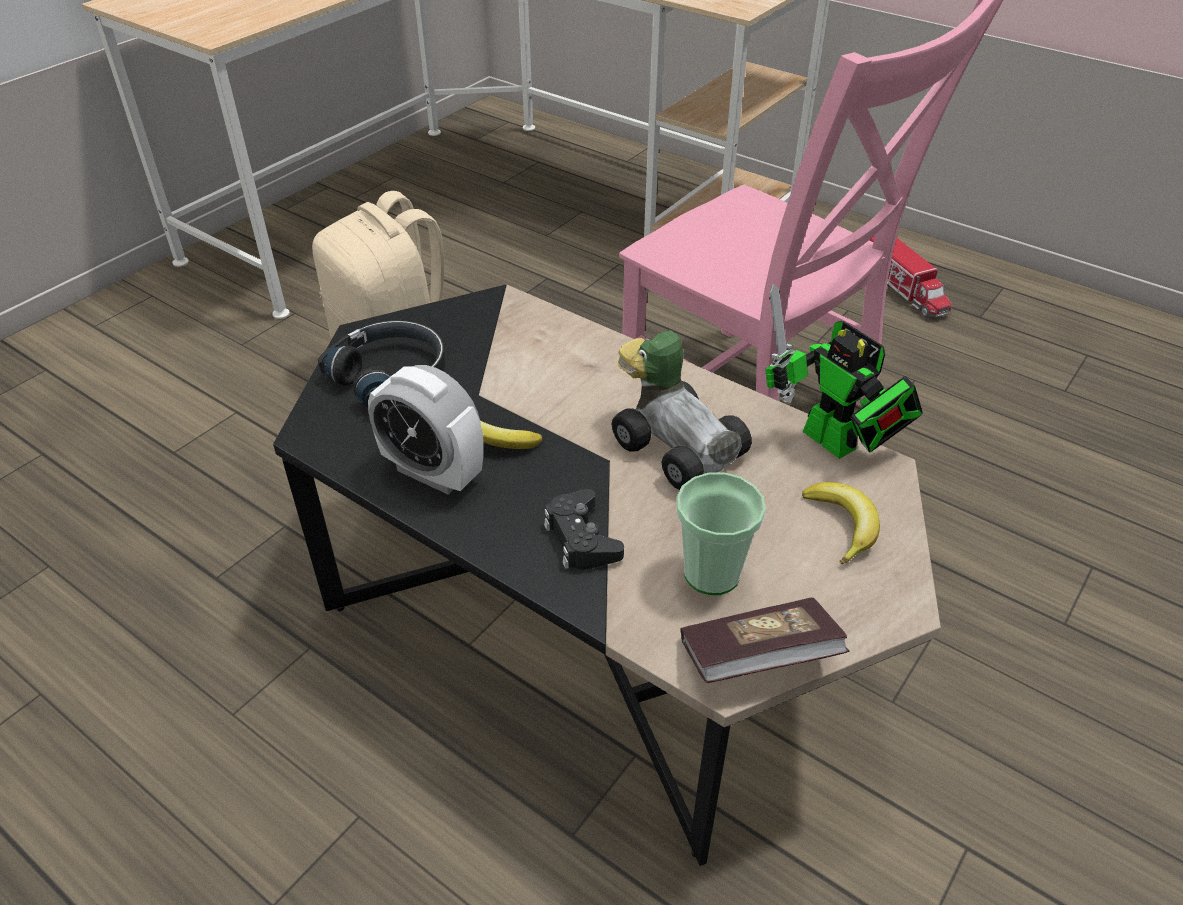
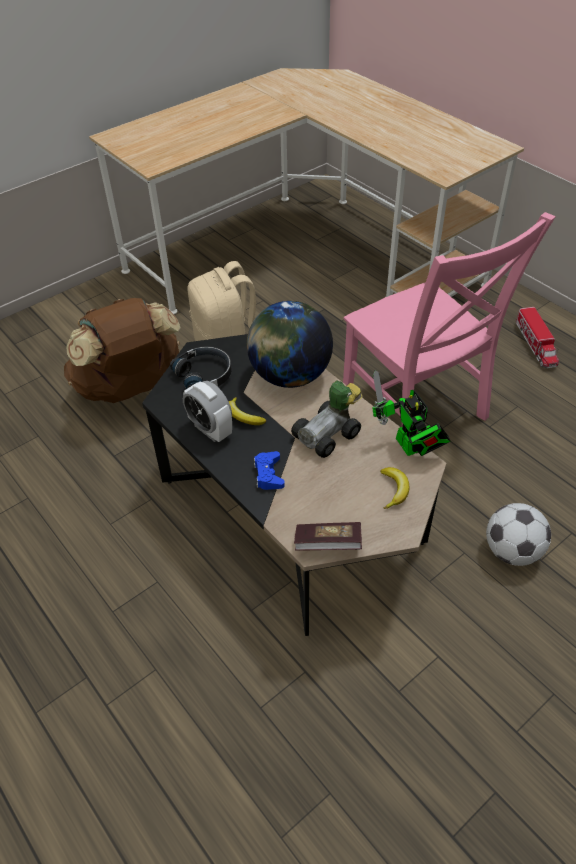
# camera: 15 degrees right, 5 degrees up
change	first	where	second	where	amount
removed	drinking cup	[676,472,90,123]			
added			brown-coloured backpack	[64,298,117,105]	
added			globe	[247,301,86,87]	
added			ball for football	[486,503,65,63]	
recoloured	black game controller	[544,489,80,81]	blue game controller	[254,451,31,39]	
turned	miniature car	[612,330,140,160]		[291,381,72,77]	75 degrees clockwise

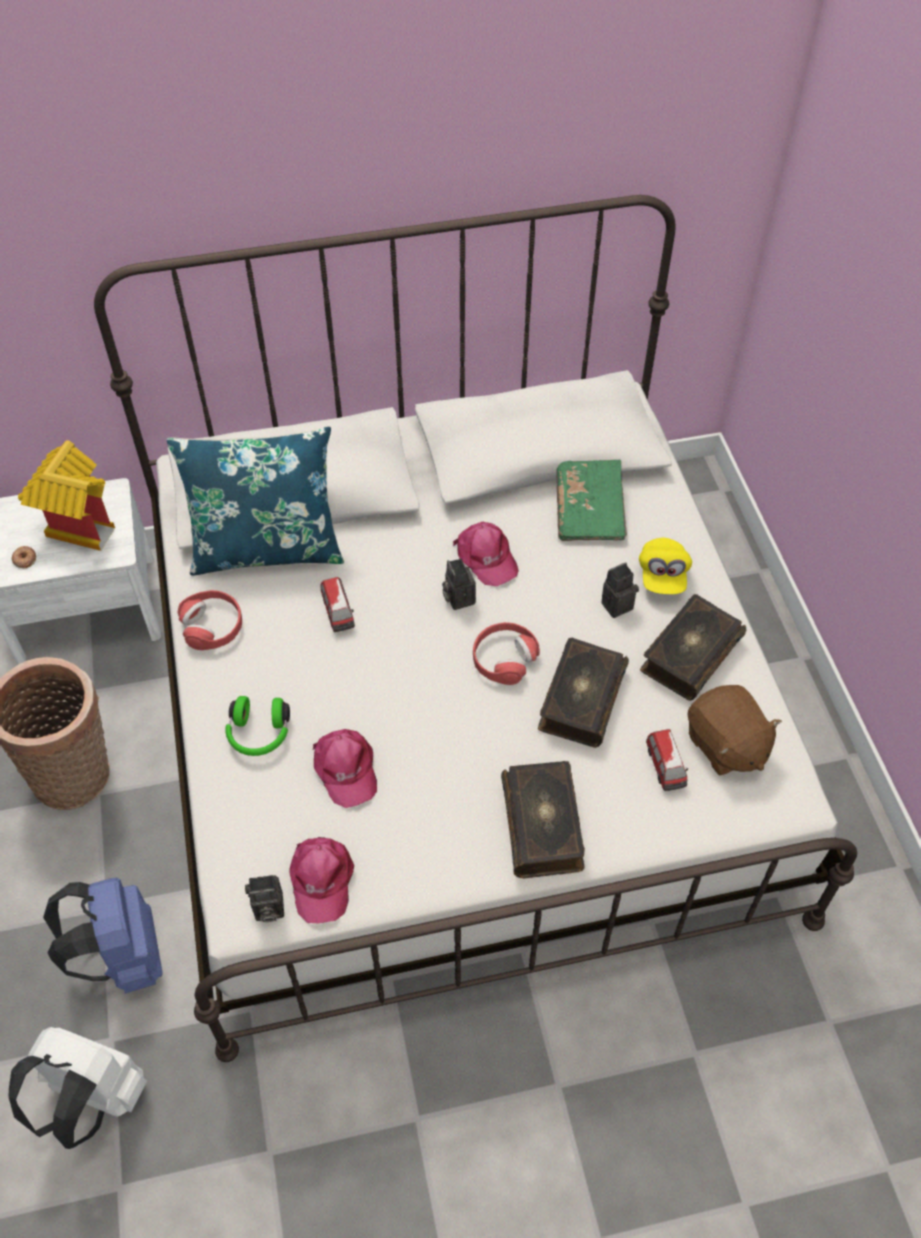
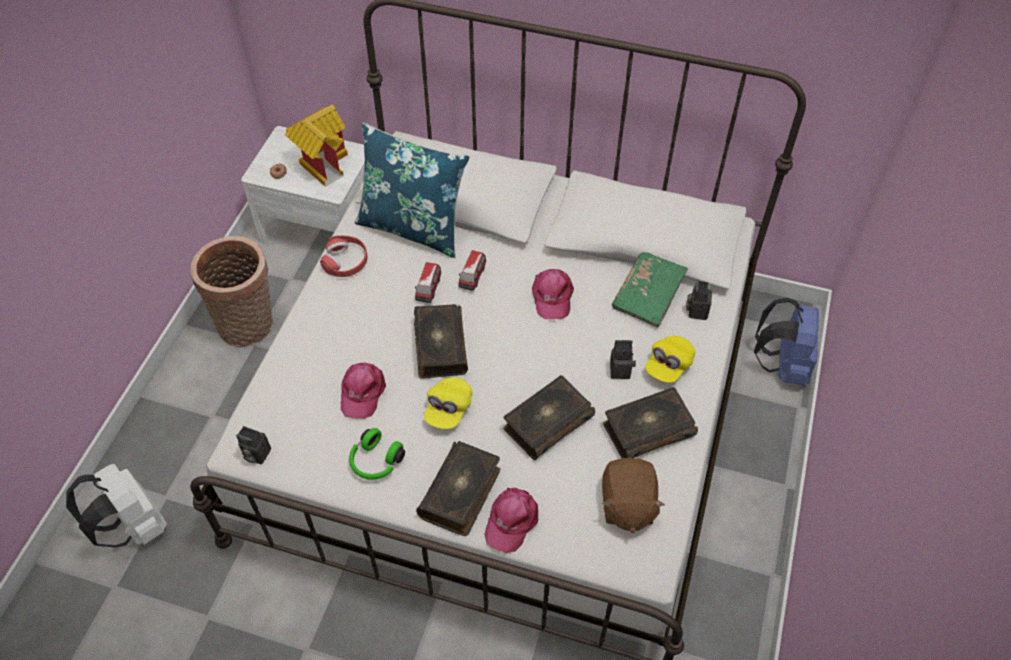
# camera: 30 degrees right, 0 degrees up
change	first	where	second	where	amount
removed	reddish headphones	[473,622,67,63]			
added			book	[414,304,54,75]	
added			yellow baseball cap	[424,377,48,52]	
moved	blue backpack	[43,878,120,116]		[754,298,65,88]	
moved	greenish headphones	[225,696,65,60]		[349,428,56,52]	
moved	pinkish baseball cap	[290,837,64,87]		[484,488,54,65]	
moved	photo camera	[442,558,34,52]		[686,279,26,41]	
moved	miniature car	[646,729,42,62]		[458,250,28,41]	

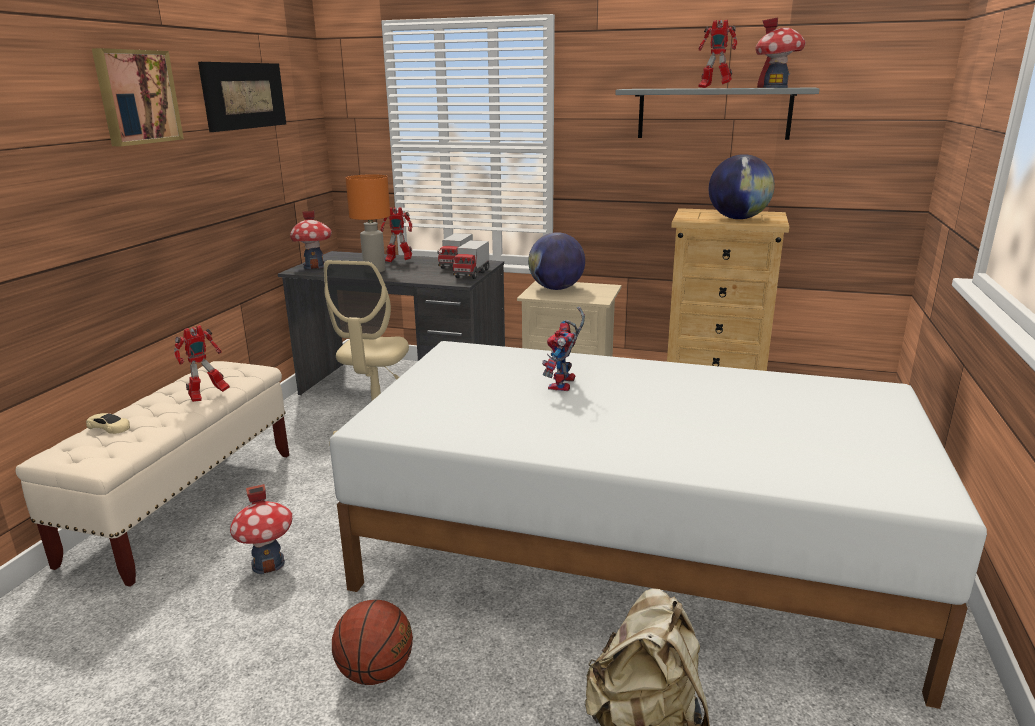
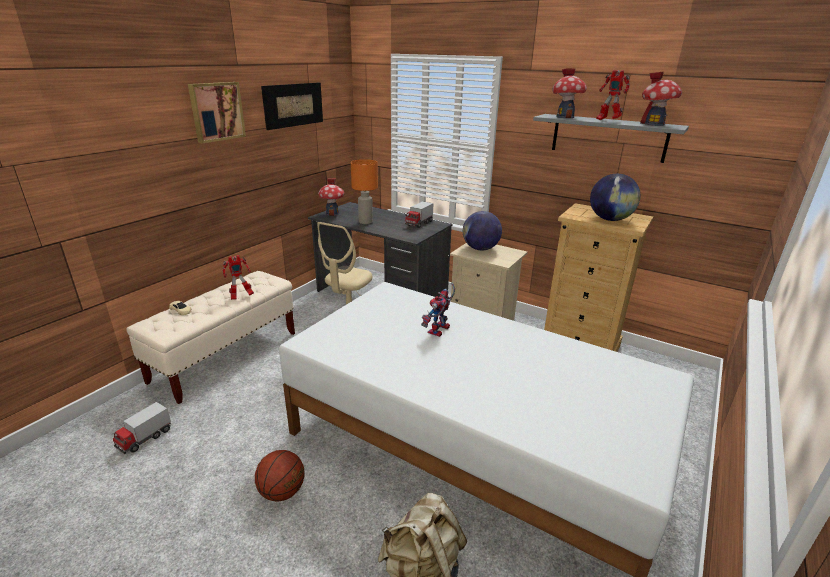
# camera: 15 degrees right, 5 degrees up
change	first	where	second	where	amount
removed	robot figure	[380,207,32,55]			
moved	toy house	[230,484,63,90]		[552,68,35,50]	
moved	model truck	[452,240,37,39]		[113,402,58,52]	

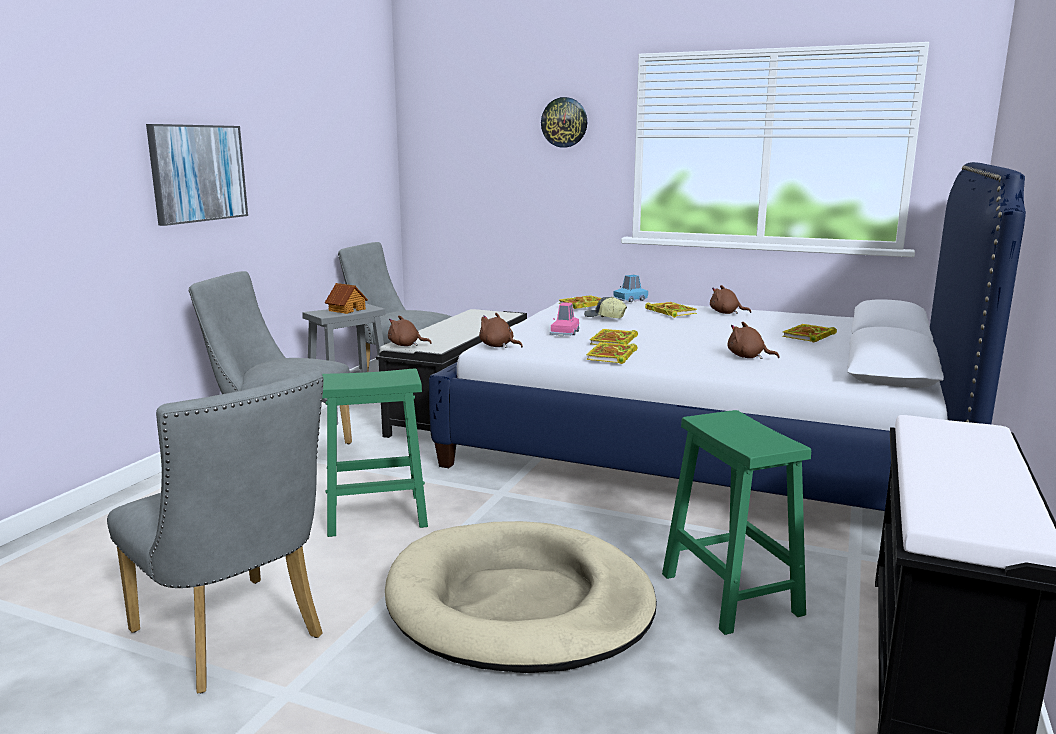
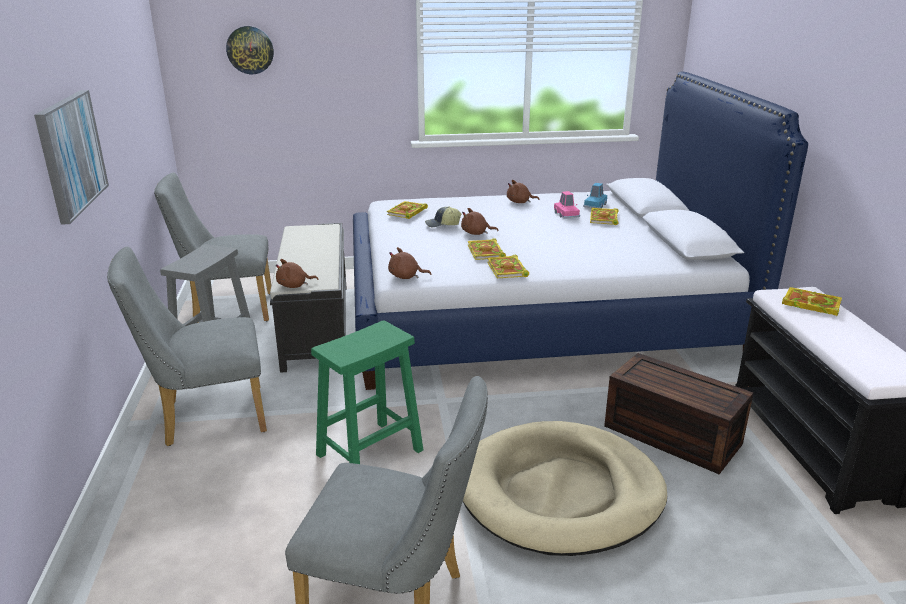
# camera: 30 degrees left, 10 degrees up
change	first	where	second	where	amount
removed	toy house	[325,283,43,31]			
moved	clock on the wall	[541,97,46,50]		[226,26,48,48]	
moved	pinkish miniature car	[550,302,29,34]		[554,191,26,28]	
moved	blue miniature car	[613,275,35,27]		[583,183,24,26]	
moved	book	[645,302,52,16]		[782,287,60,29]	
moved	brown-coloured plush toy	[728,322,52,37]		[461,208,37,27]	
replaced	greenish stool	[662,410,149,225]	brown-coloured storage box	[604,353,149,121]	

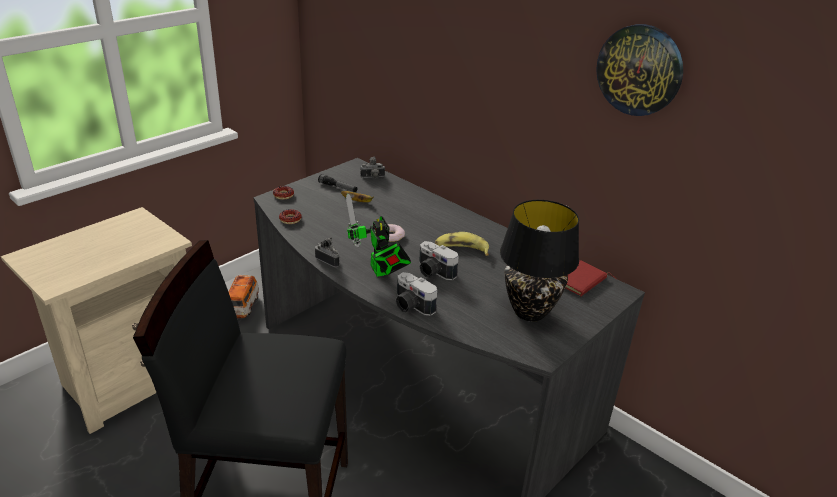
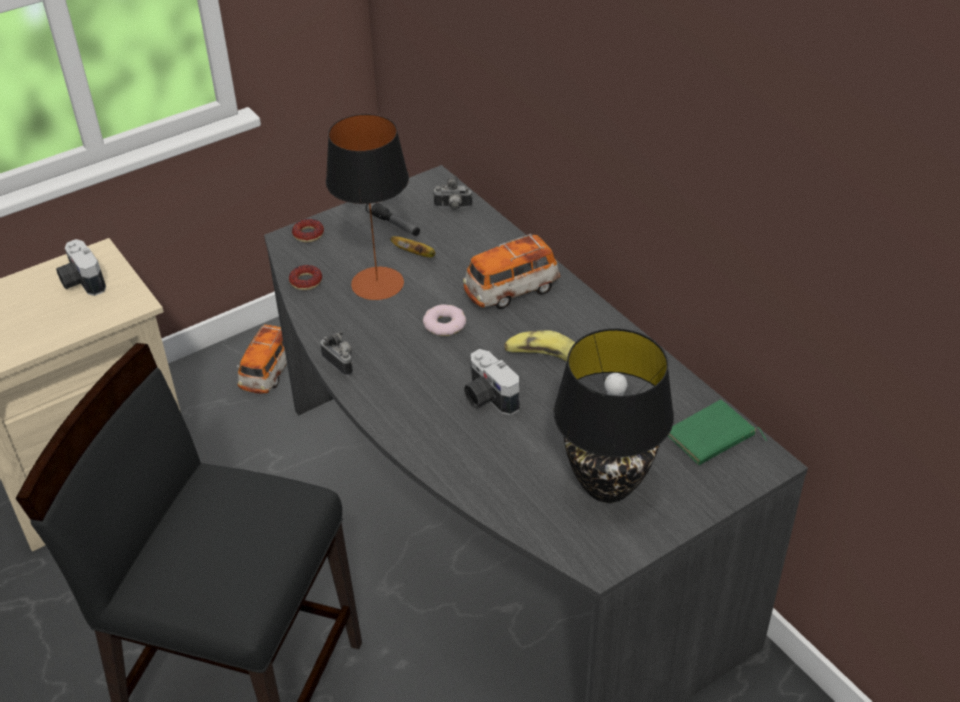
# camera: 15 degrees right, 10 degrees up
change	first	where	second	where	amount
removed	robot figure	[346,193,65,84]			
removed	clock on the wall	[596,24,87,92]			
added			tabletop lamp	[326,114,83,186]	
added			miniature car	[463,234,97,75]	
moved	photo camera	[396,272,41,44]		[56,239,50,57]	
recoloured	reddish book	[565,260,51,36]	greenish book	[668,400,99,65]	

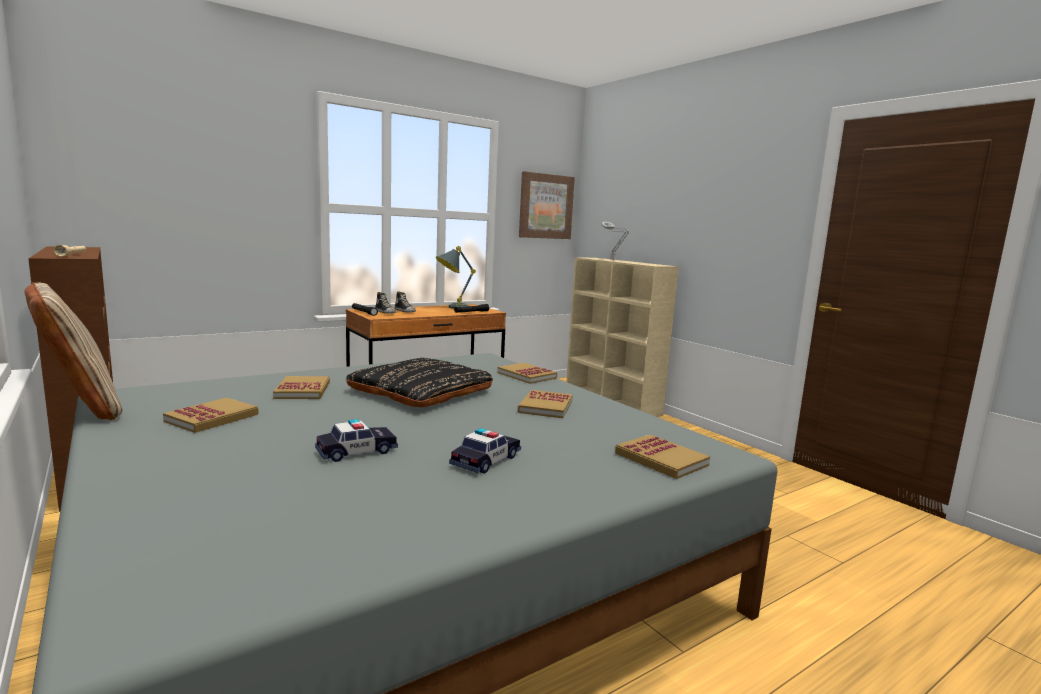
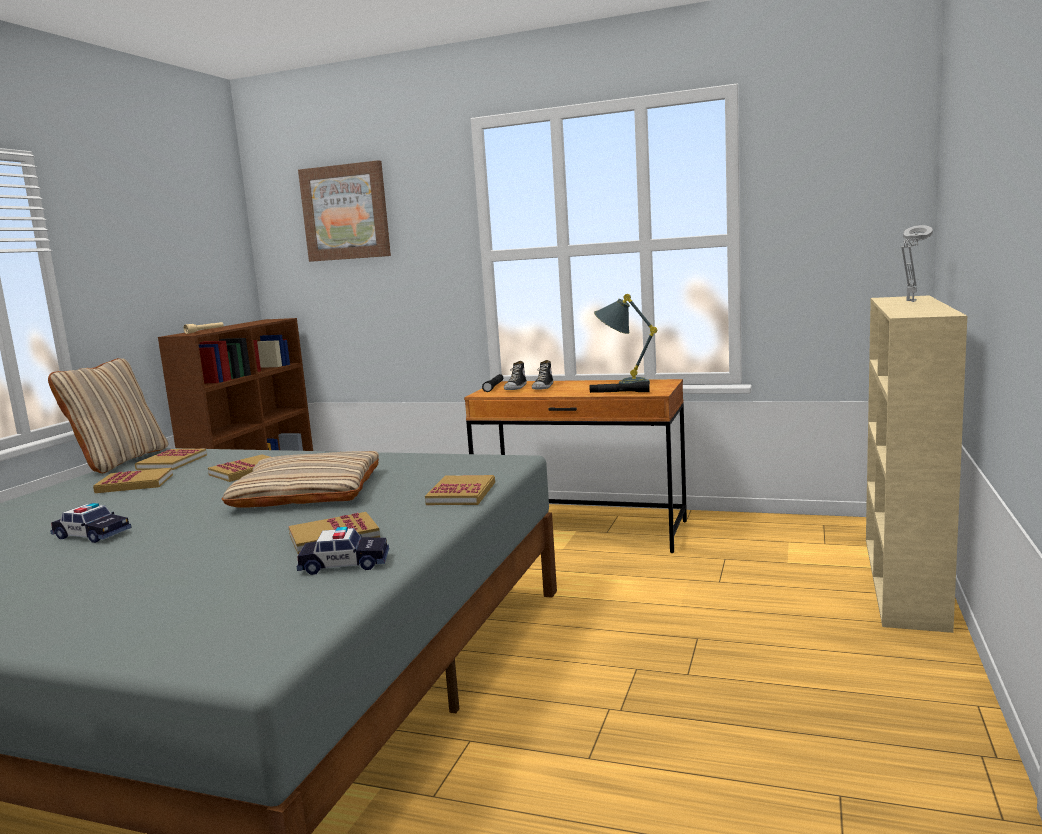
# camera: 55 degrees right, 0 degrees up
change	first	where	second	where	amount
moved	miniature car	[449,428,72,45]		[297,527,92,48]	
moved	wall picture	[519,171,56,68]		[298,160,93,102]	
moved	book	[615,435,95,44]		[135,449,72,21]	
recoloured	black cushion	[346,357,147,50]	sand-coloured cushion	[222,451,157,57]	

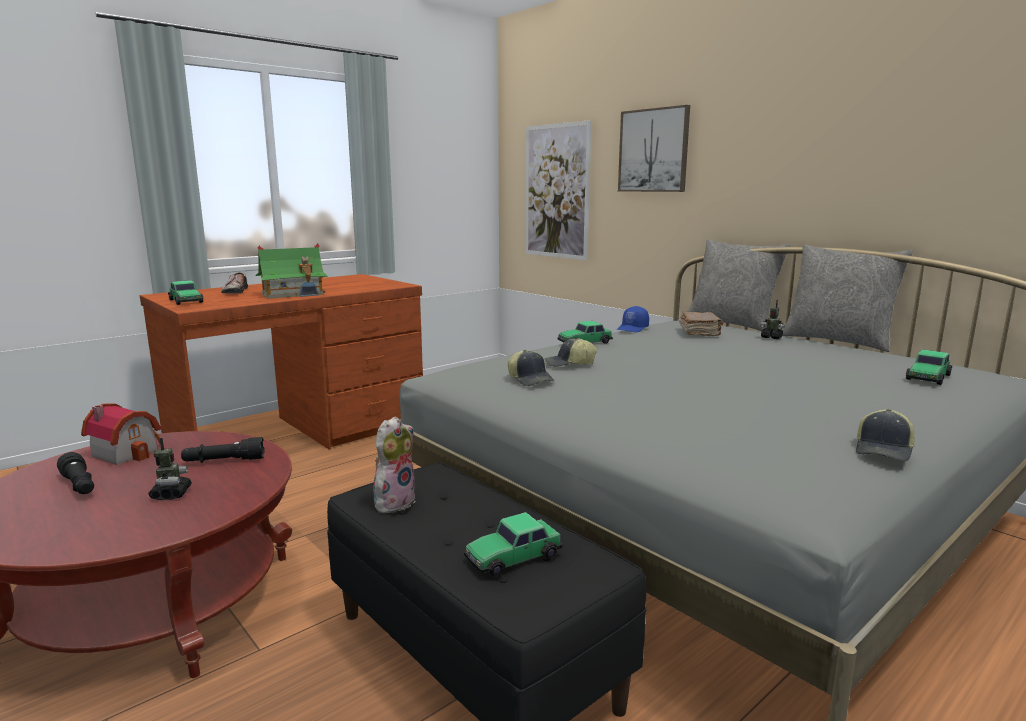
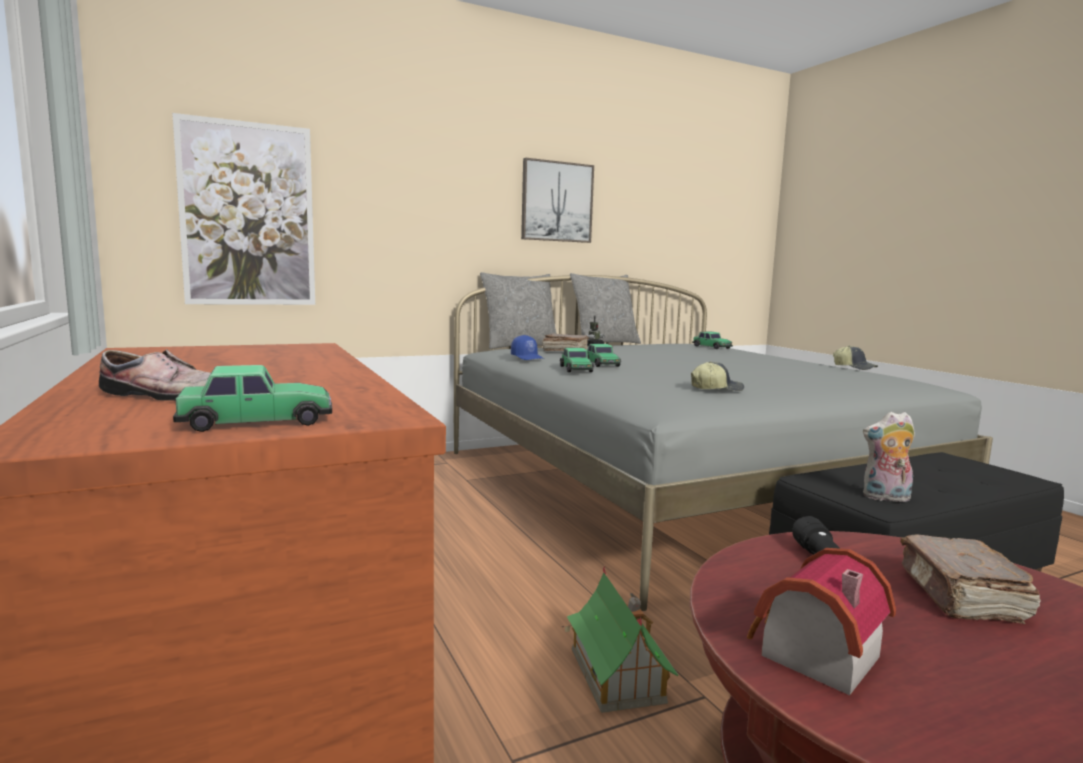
# camera: 75 degrees left, 5 degrees down
change	first	where	second	where	amount
removed	black flashlight	[57,452,37,42]			
removed	baseball cap	[544,338,53,29]			
moved	toy house	[255,243,73,56]		[562,566,117,147]	
moved	miniature car	[464,512,98,64]		[587,344,34,23]	
moved	wall picture	[618,105,72,87]		[521,158,73,85]	
replaced	robot figure	[148,438,44,62]	brown-coloured book	[900,534,141,90]	
turned	plush toy	[373,416,43,97]		[863,412,52,90]	45 degrees counterclockwise

